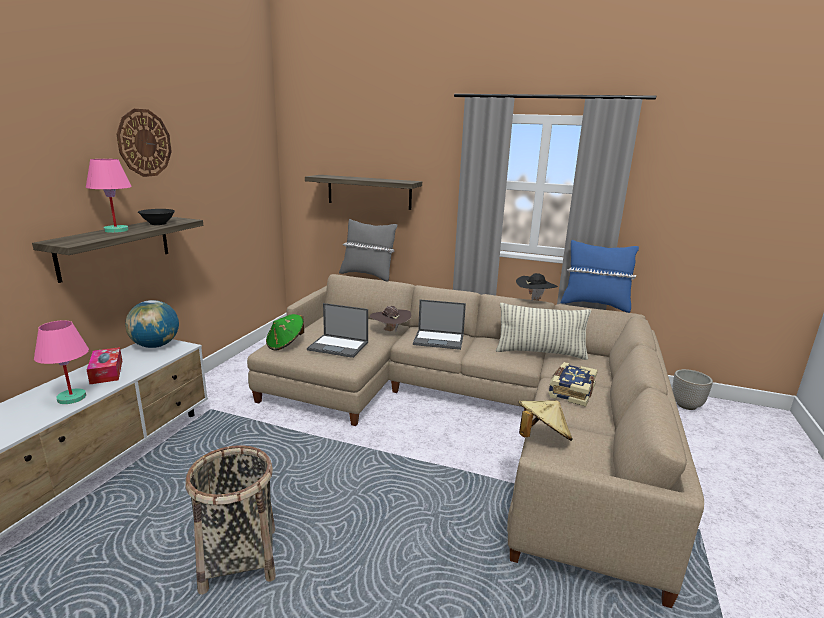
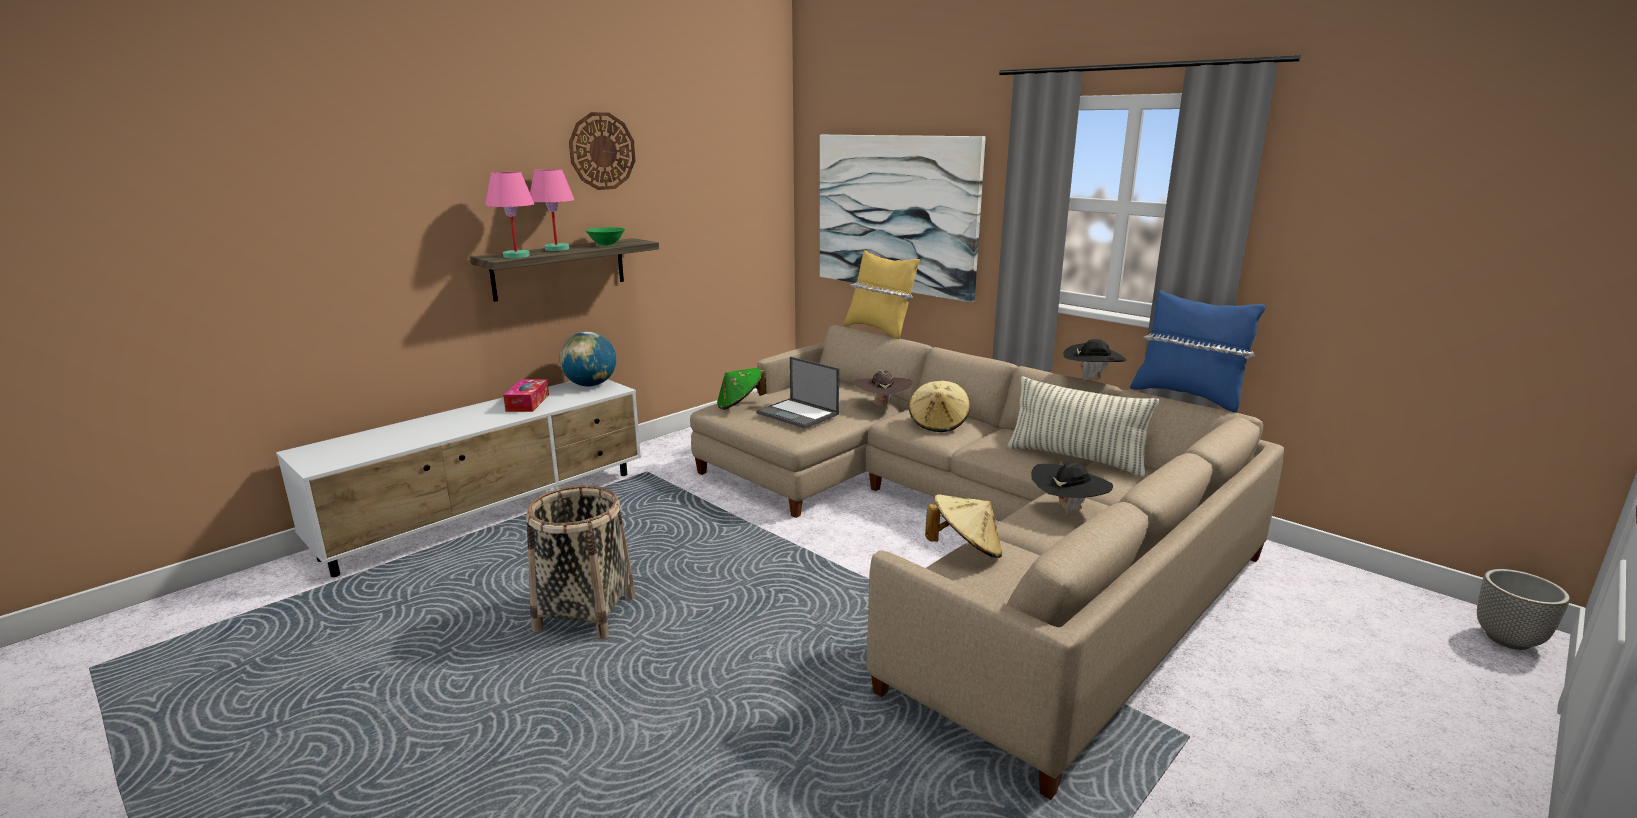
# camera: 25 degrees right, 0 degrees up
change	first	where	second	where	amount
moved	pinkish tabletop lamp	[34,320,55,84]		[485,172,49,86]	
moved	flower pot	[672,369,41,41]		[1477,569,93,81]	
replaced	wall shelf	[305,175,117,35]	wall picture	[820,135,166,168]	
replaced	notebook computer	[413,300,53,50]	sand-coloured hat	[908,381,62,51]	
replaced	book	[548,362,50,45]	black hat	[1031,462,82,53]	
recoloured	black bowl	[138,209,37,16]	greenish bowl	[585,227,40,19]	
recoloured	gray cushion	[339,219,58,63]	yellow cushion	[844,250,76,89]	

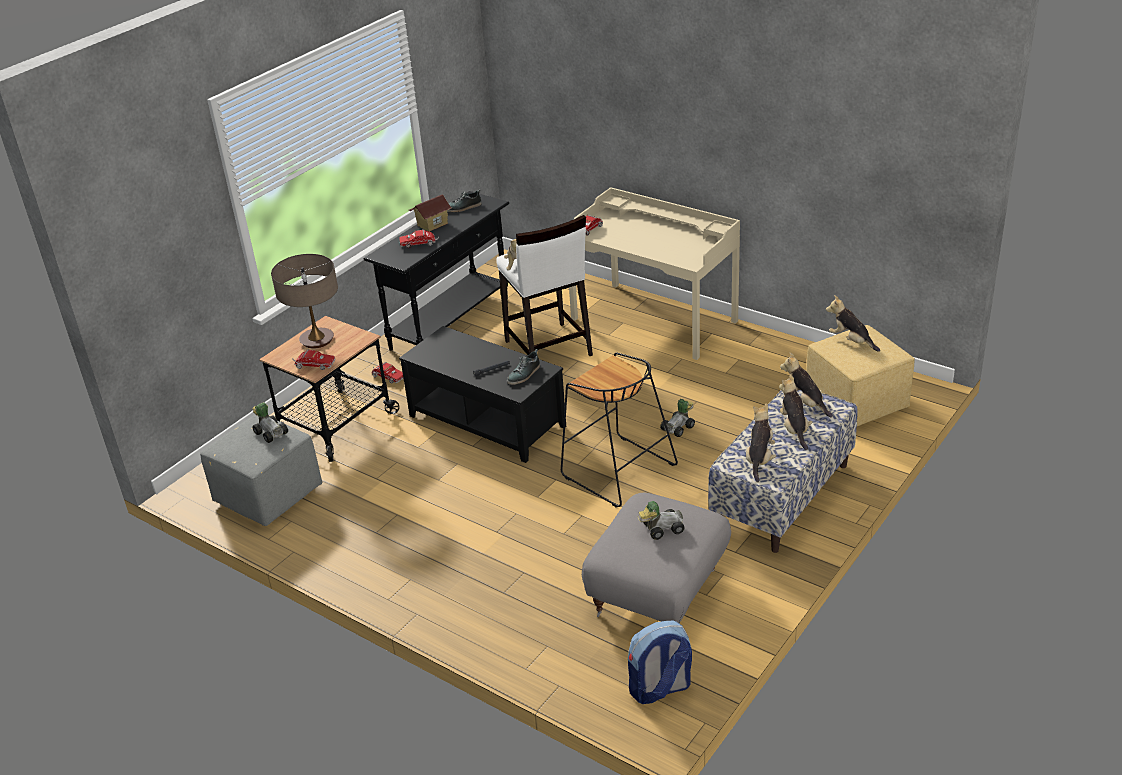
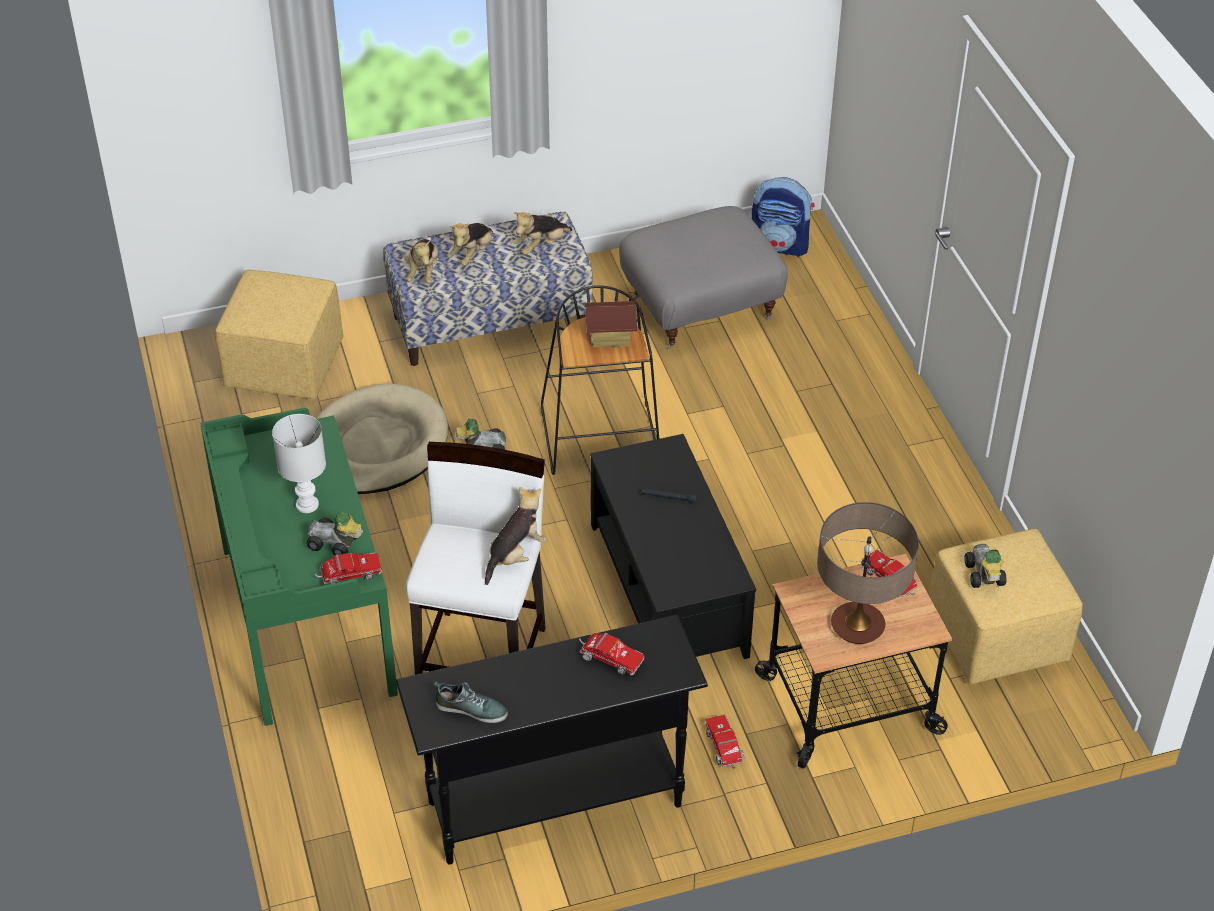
# camera: 145 degrees left, 10 degrees up
change	first	where	second	where	amount
removed	low shoe	[507,349,33,36]			
removed	plush toy	[826,295,54,57]			
added			white tabletop lamp	[272,414,54,99]	
added			sand-coloured dog bed	[316,383,132,111]	
moved	toy house	[409,194,43,38]		[584,301,53,46]	
moved	miniature car	[637,501,48,39]		[306,511,57,44]	
recoloured	gray footrest	[200,414,122,112]	yellow footrest	[929,528,154,156]	
recoloured	sand-coloured desk table	[569,187,171,173]	greenish desk table	[200,408,198,318]	

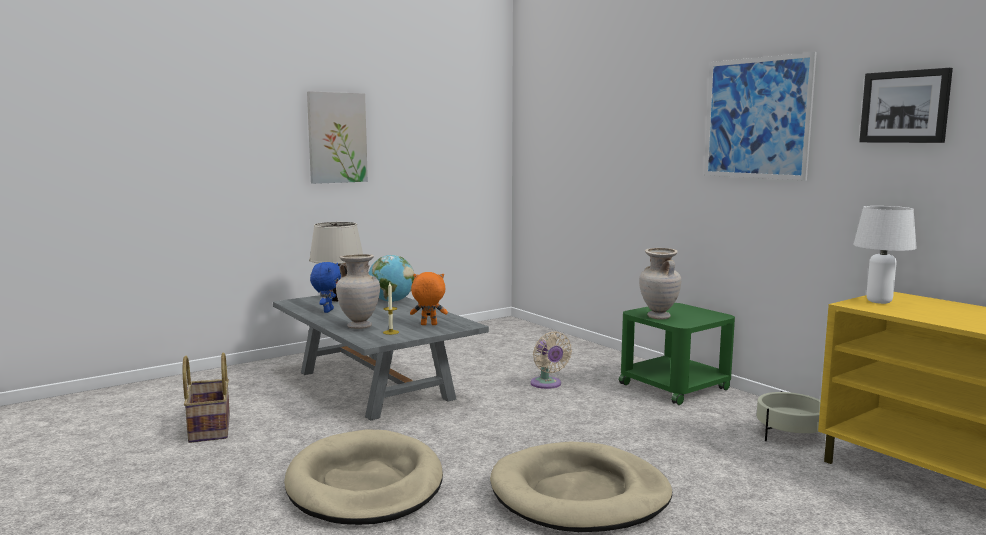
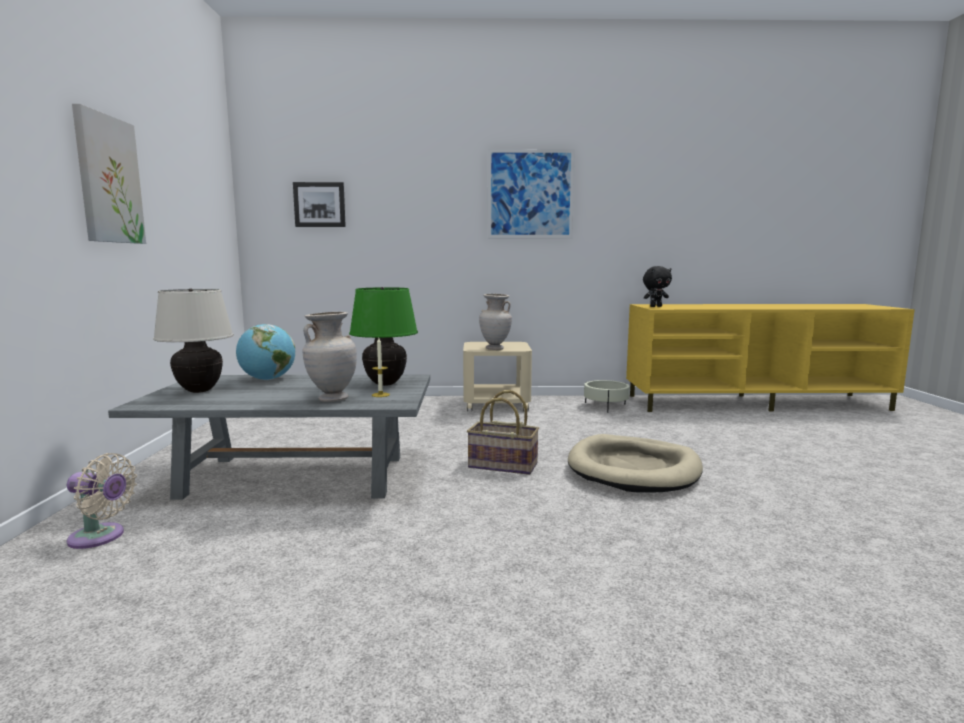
# camera: 55 degrees left, 0 degrees up
change	first	where	second	where	amount
removed	sand-coloured dog bed	[284,429,159,96]			
removed	blue plush toy	[310,262,31,51]			
moved	storage basket	[183,352,47,91]		[467,390,72,85]	
moved	sand-coloured electric fan	[531,331,41,58]		[67,453,70,96]	
moved	wall picture	[859,68,94,75]		[293,182,53,45]	
replaced	orange plush toy	[410,272,38,53]	greenish tabletop lamp	[349,287,69,99]	
replaced	white tabletop lamp	[853,206,64,98]	black plush toy	[643,266,29,41]	
recoloured	greenish end table	[619,303,116,102]	sand-coloured end table	[463,342,69,70]	

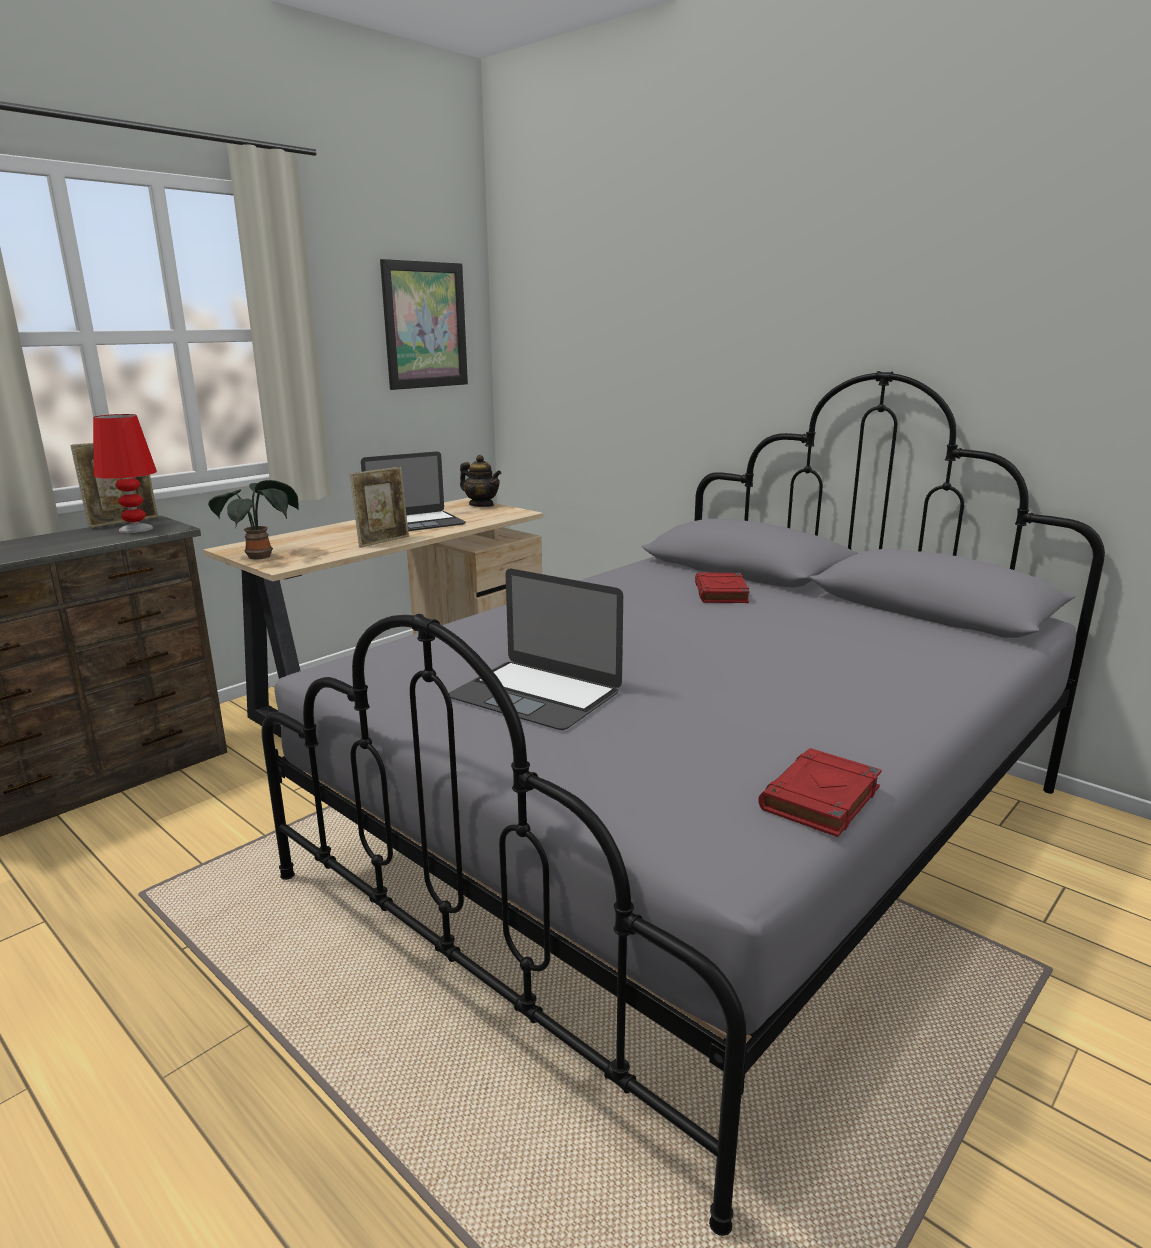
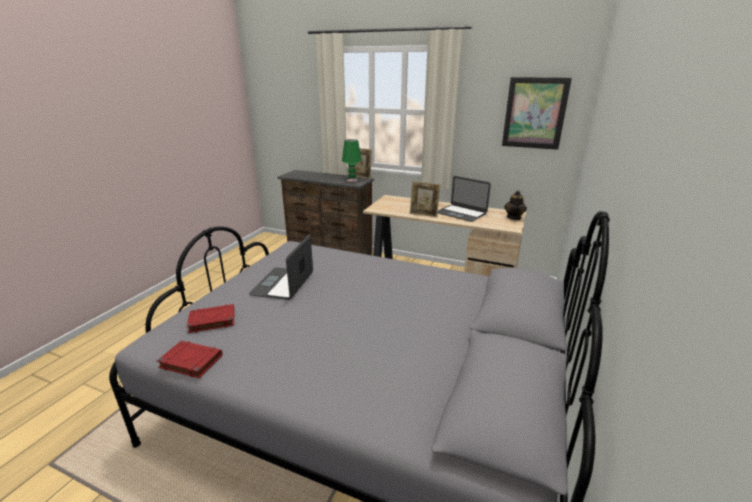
# camera: 70 degrees right, 5 degrees up
change	first	where	second	where	amount
removed	potted plant	[208,480,90,80]			
moved	reddish book	[695,572,55,31]		[187,304,48,29]	
recoloured	reddish tabletop lamp	[93,414,64,119]	greenish tabletop lamp	[342,139,20,43]	

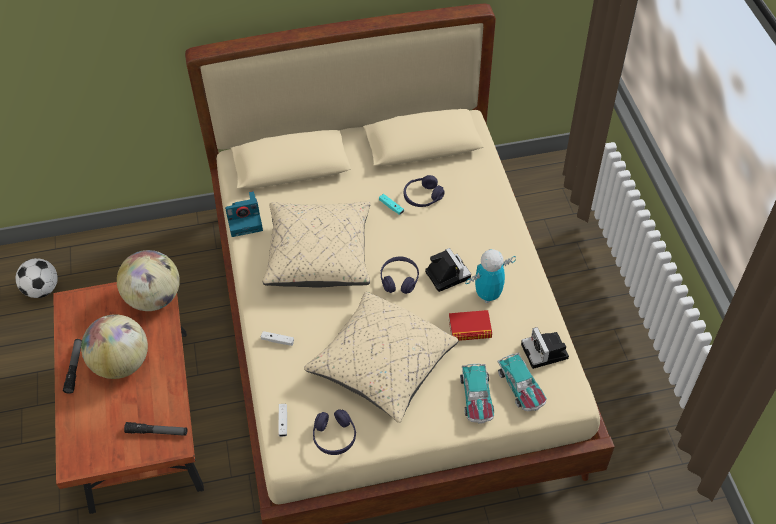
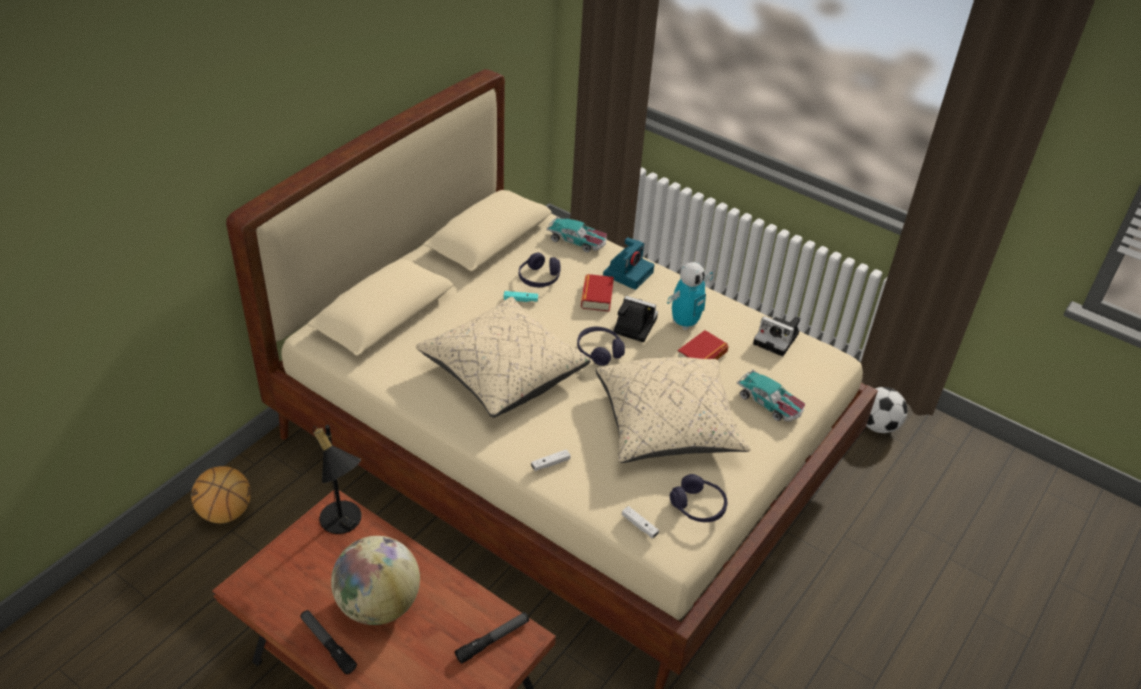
# camera: 45 degrees left, 10 degrees down
change	first	where	second	where	amount
added			ball for basketball	[191,466,60,57]	
added			book	[581,274,33,38]	
moved	ball for football	[16,258,42,40]		[866,387,41,46]	
moved	photo camera	[225,191,38,46]		[603,237,51,53]	
moved	miniature car	[498,352,49,59]		[547,216,60,36]	
replaced	globe	[117,250,63,61]	black tabletop lamp	[313,425,49,109]	
turned	robot figure	[465,249,51,54]		[667,262,46,68]	150 degrees counterclockwise

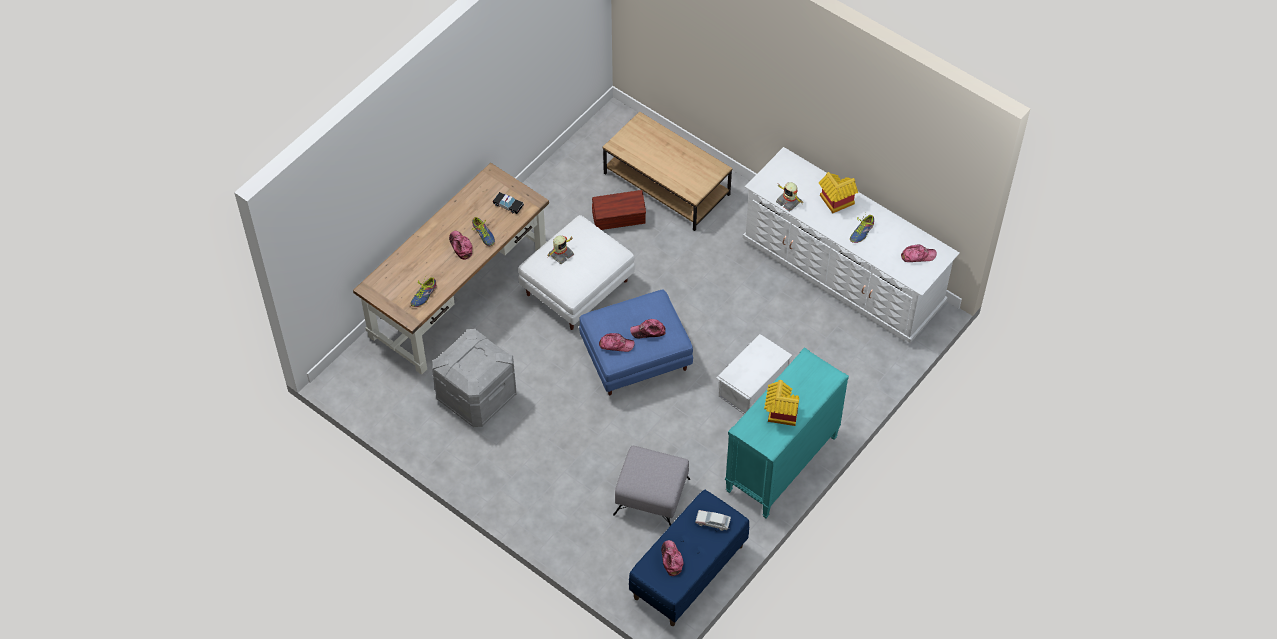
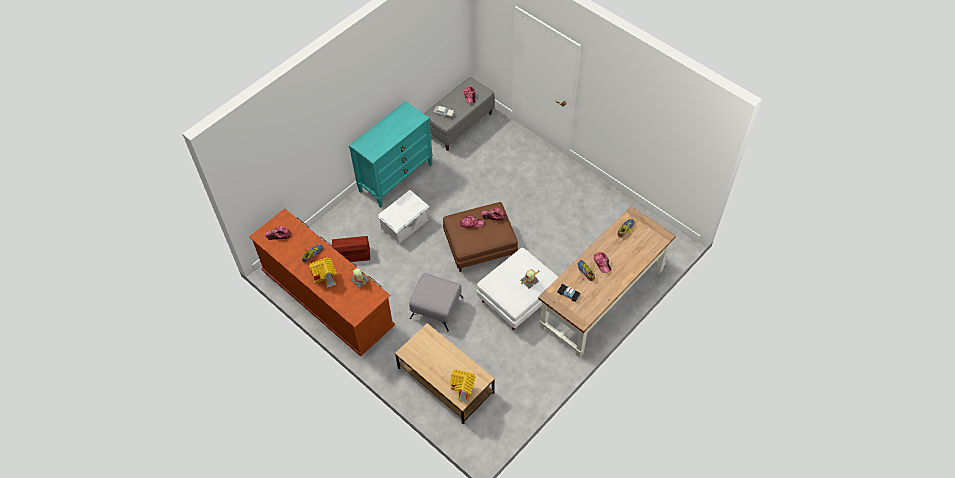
# camera: 175 degrees left, 0 degrees up
change	first	where	second	where	amount
removed	gray storage box	[432,329,84,98]			
moved	brown-coloured storage box	[592,190,54,40]		[332,236,38,26]	
moved	gray footrest	[613,446,77,80]		[409,273,54,58]	
moved	toy house	[764,380,35,46]		[450,369,26,33]	
recoloured	blue footrest	[579,290,114,105]	brown-coloured footrest	[443,202,75,70]	
recoloured	blue indoor bench	[629,490,121,136]	gray indoor bench	[424,77,71,74]	
recoloured	white dresser	[743,147,217,196]	brown-coloured dresser	[249,209,146,147]	

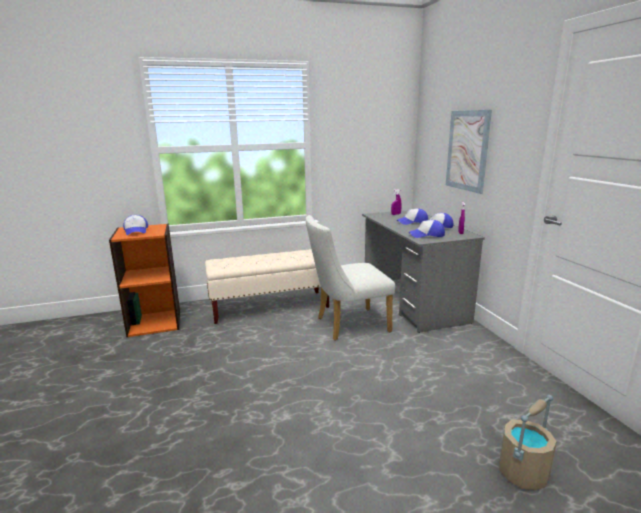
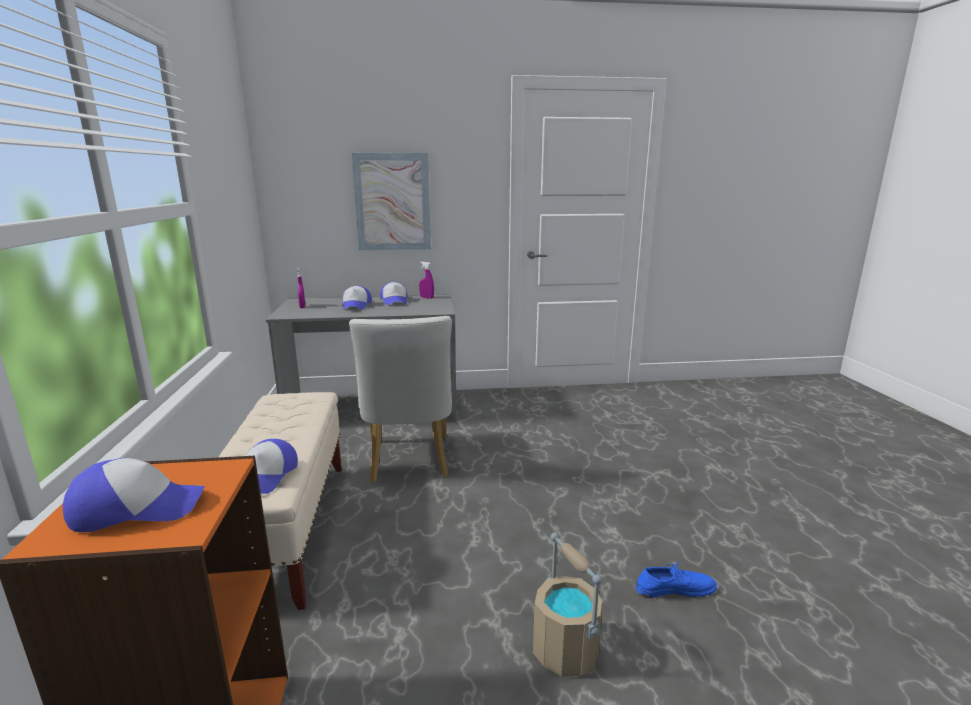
# camera: 80 degrees left, 0 degrees up
change	first	where	second	where	amount
added			blue low shoe	[635,562,82,36]	
moved	baseball cap	[409,220,36,18]		[245,439,53,55]	
moved	sand-coloured bucket	[499,395,58,95]		[533,533,70,144]	

